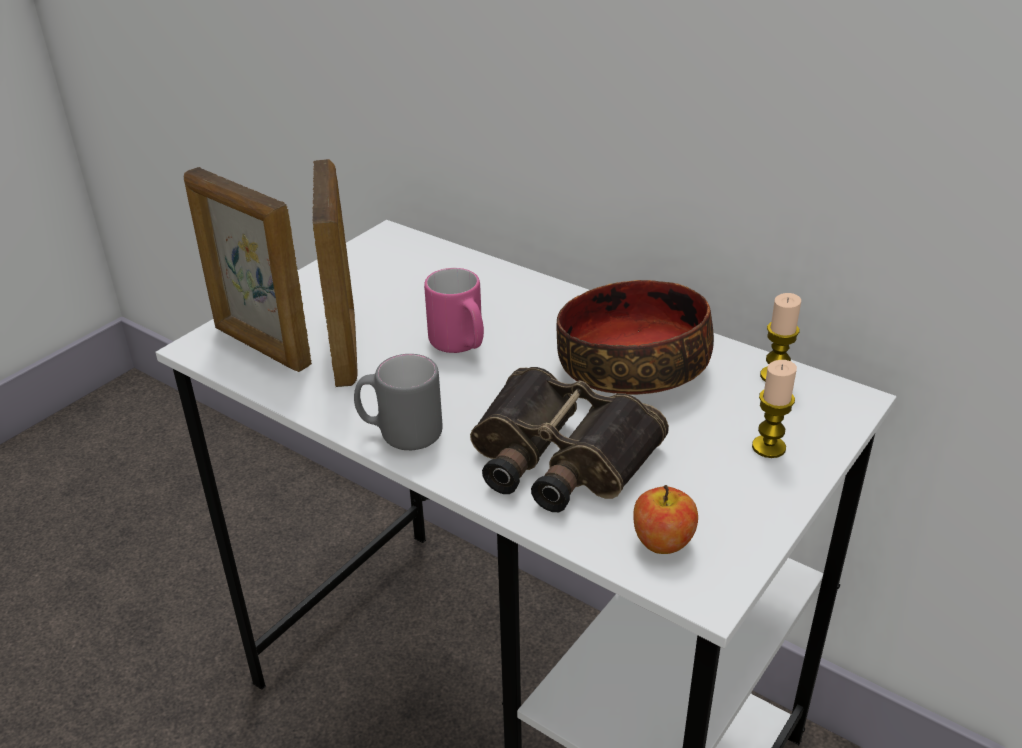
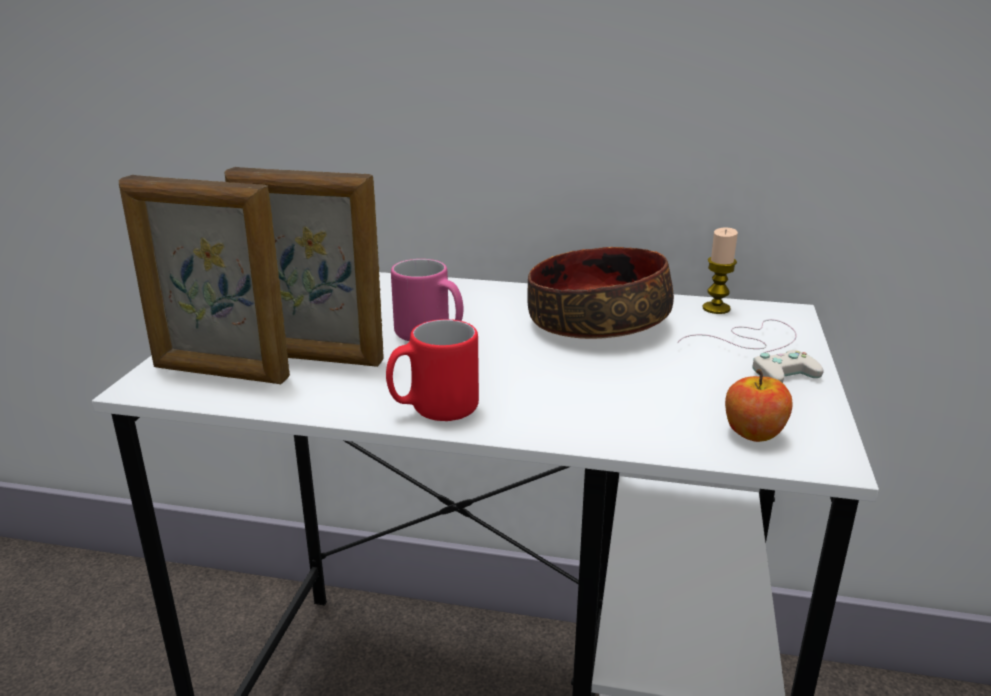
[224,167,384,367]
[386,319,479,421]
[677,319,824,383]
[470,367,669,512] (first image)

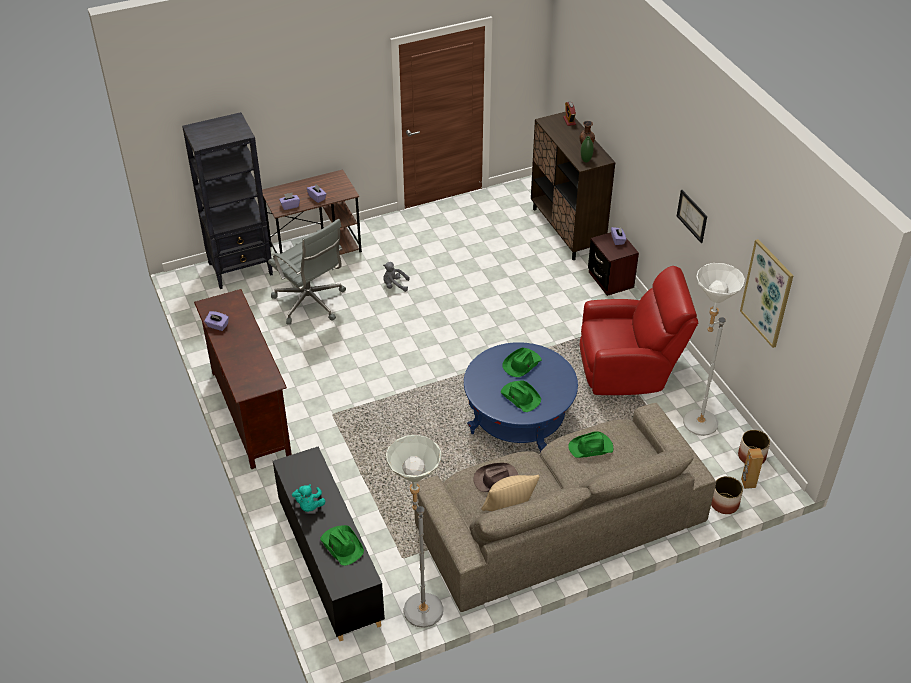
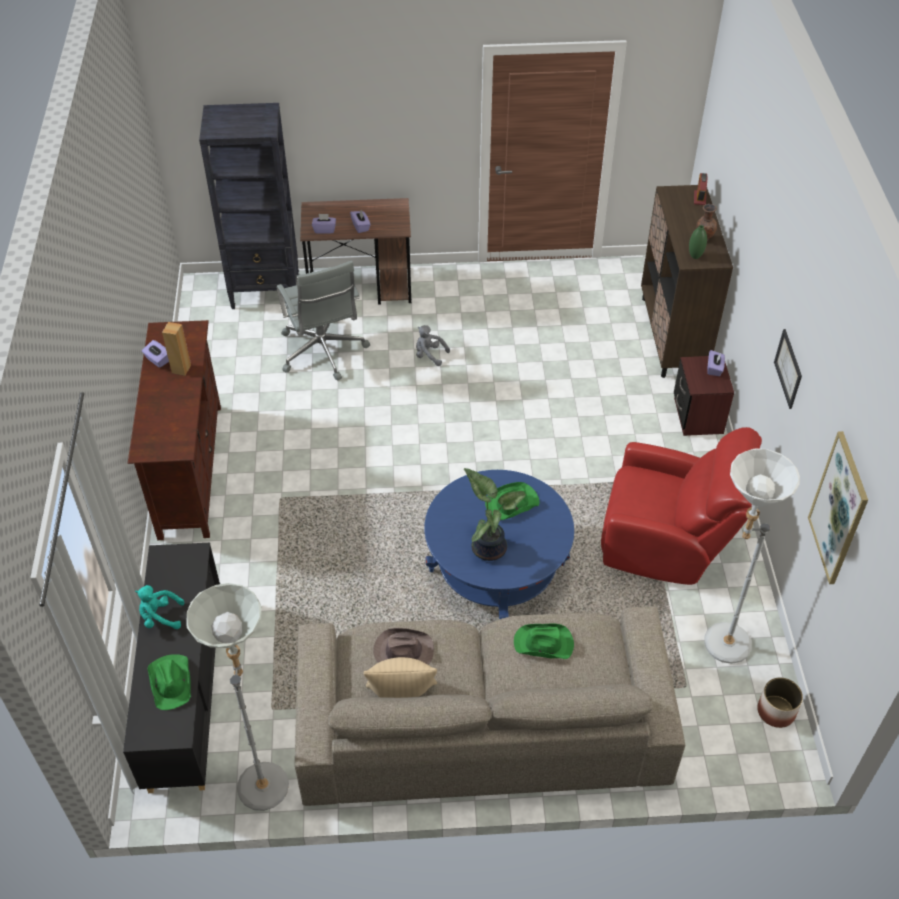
[135,585,185,629]
[162,322,191,376]
[464,468,527,561]
[711,476,743,514] (first image)

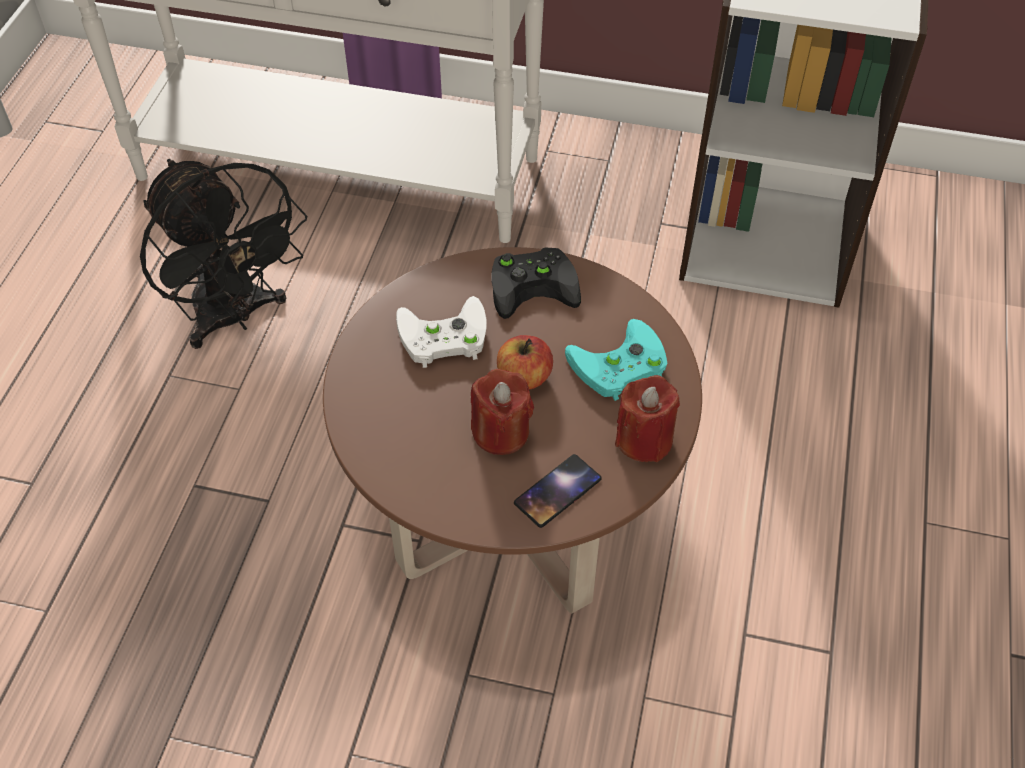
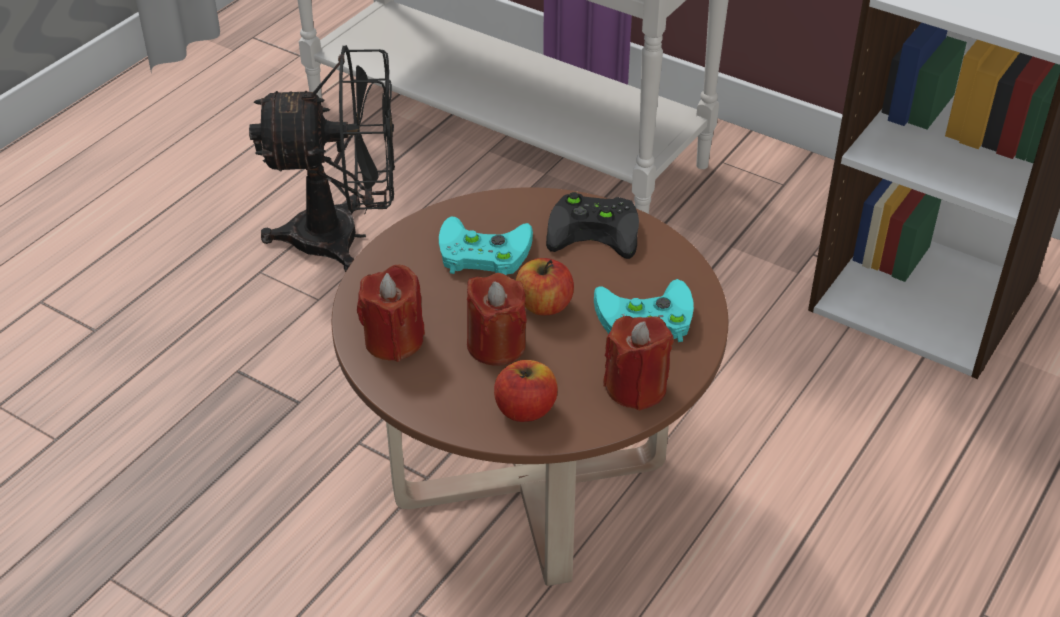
[249,45,395,272]
[357,265,425,362]
[439,217,533,276]
[494,360,558,422]

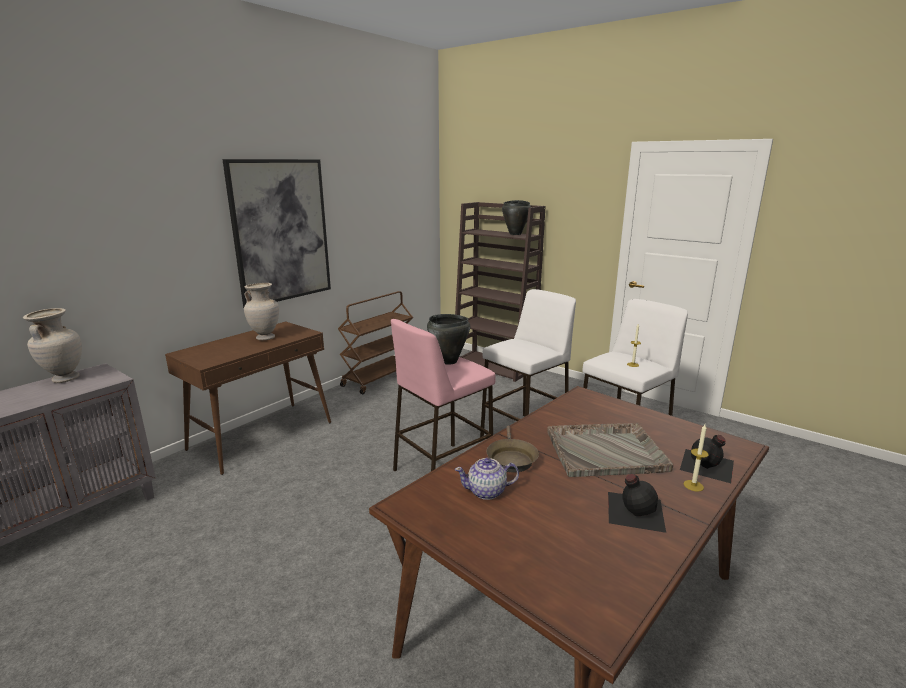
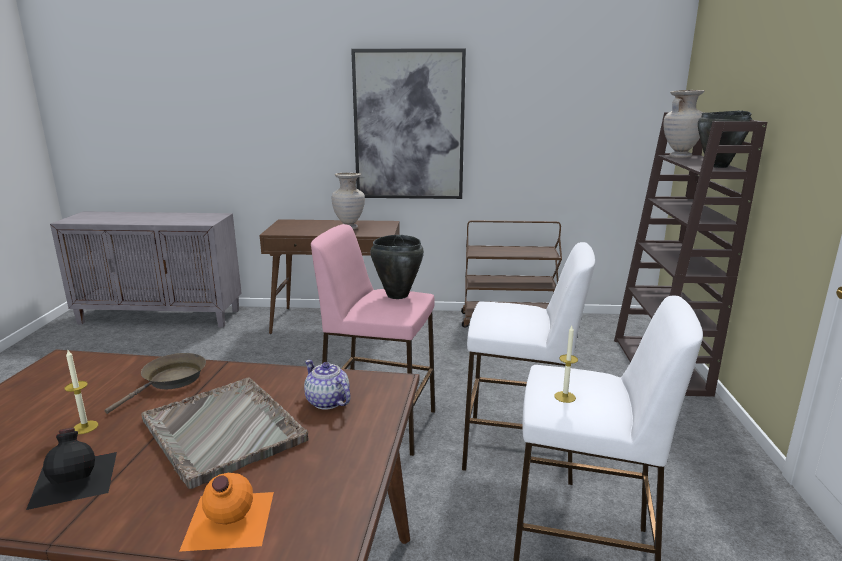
[65,350,98,434]
[104,353,206,414]
[179,473,274,552]
[304,360,351,410]
[664,90,705,158]

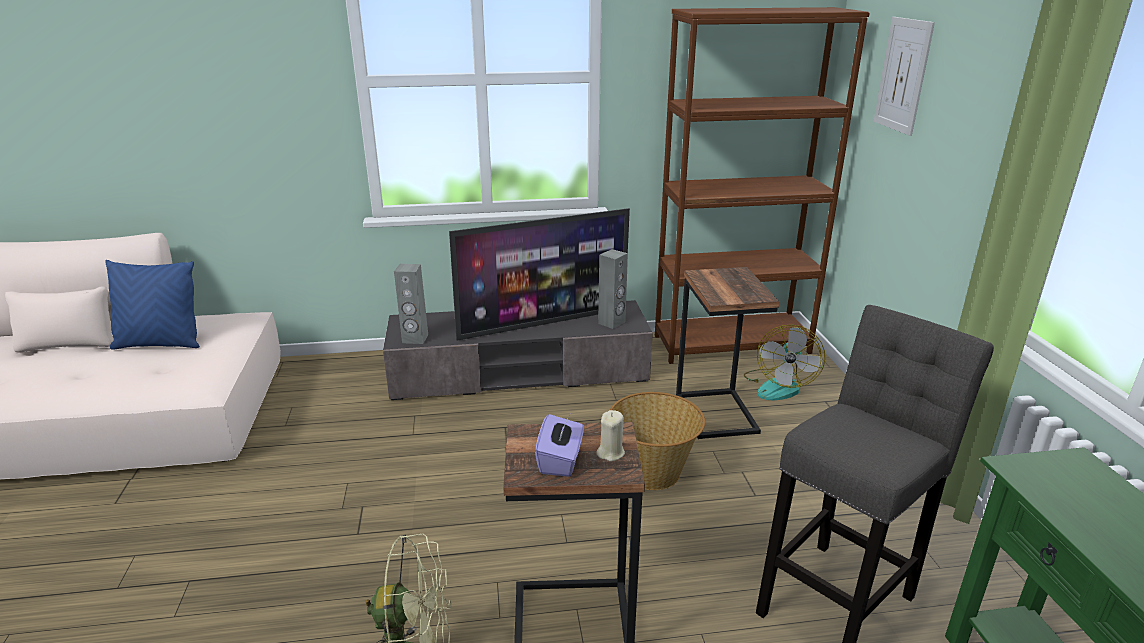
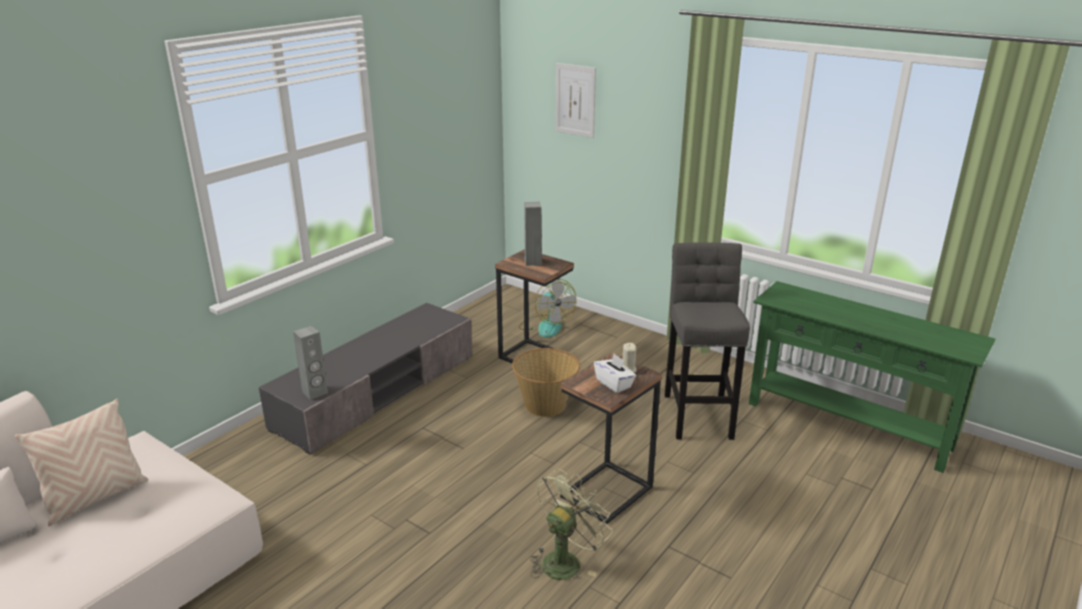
[15,399,148,526]
[524,202,542,266]
[594,354,636,393]
[449,208,630,340] (first image)
[655,7,870,364] (first image)

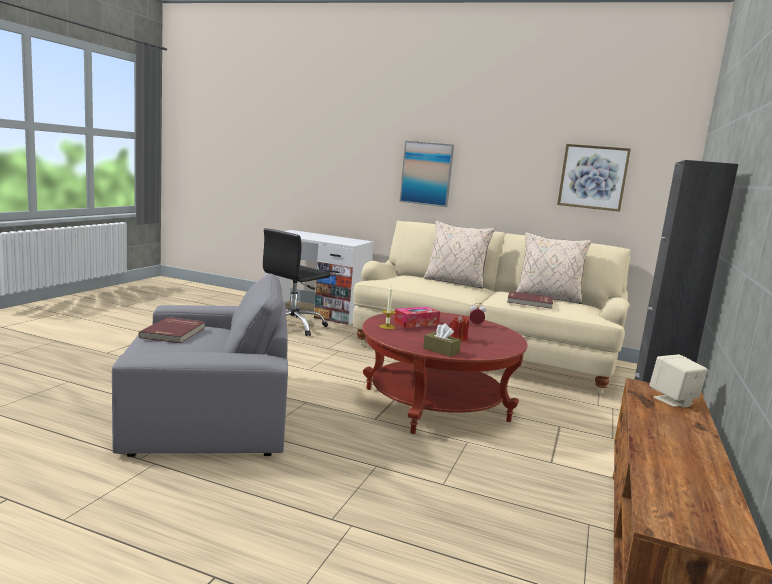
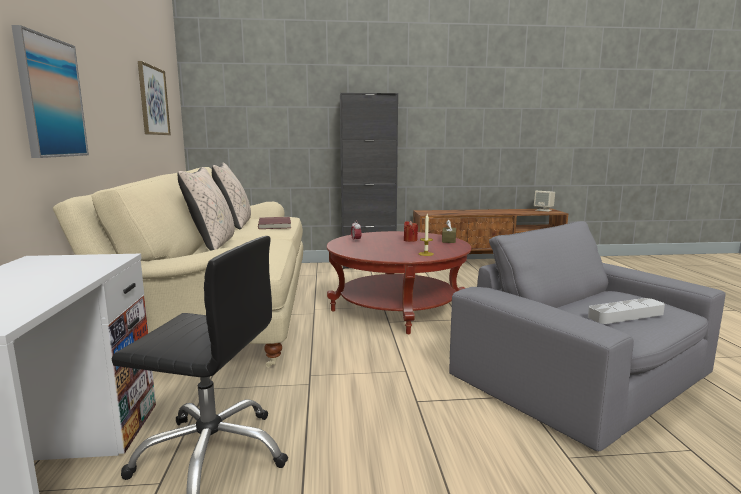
[534,191,555,212]
[588,298,665,324]
[394,307,440,328] (first image)

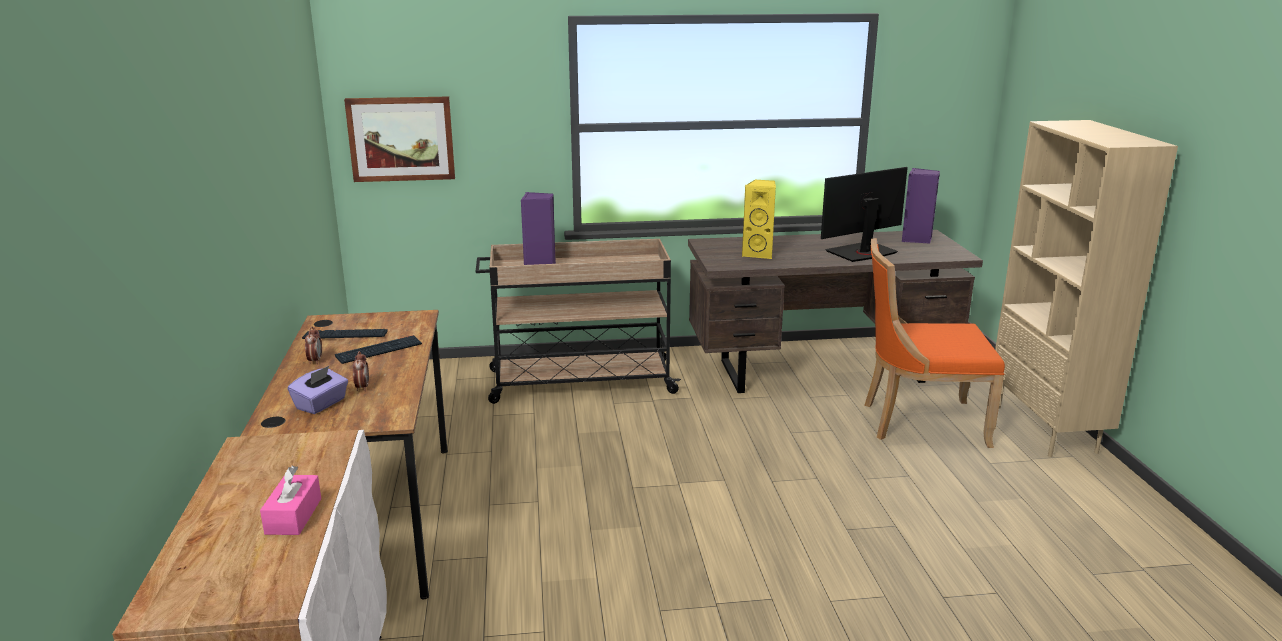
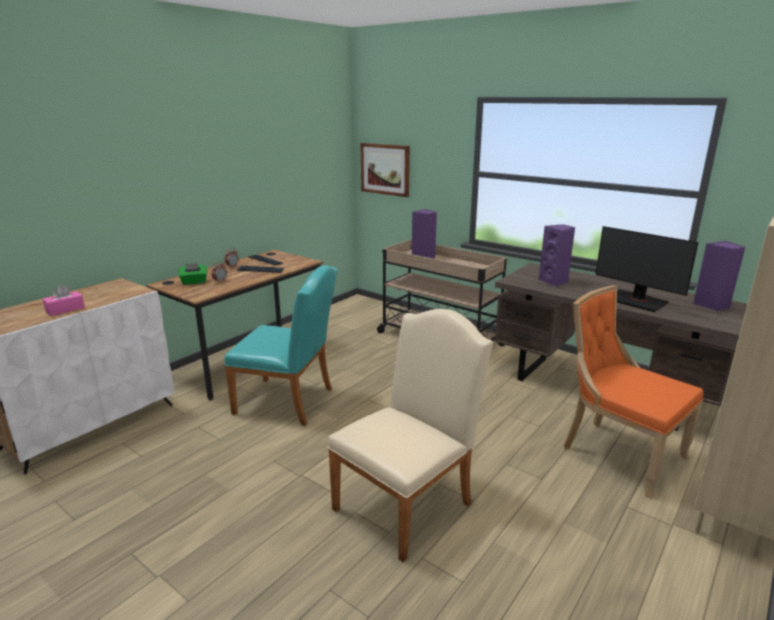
[179,263,207,285]
[224,266,338,426]
[327,309,493,562]
[539,224,575,287]
[596,226,699,312]

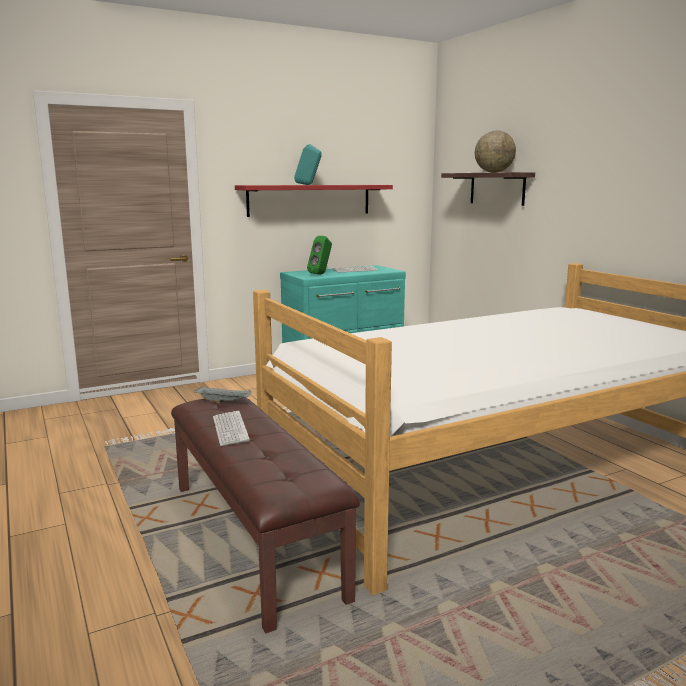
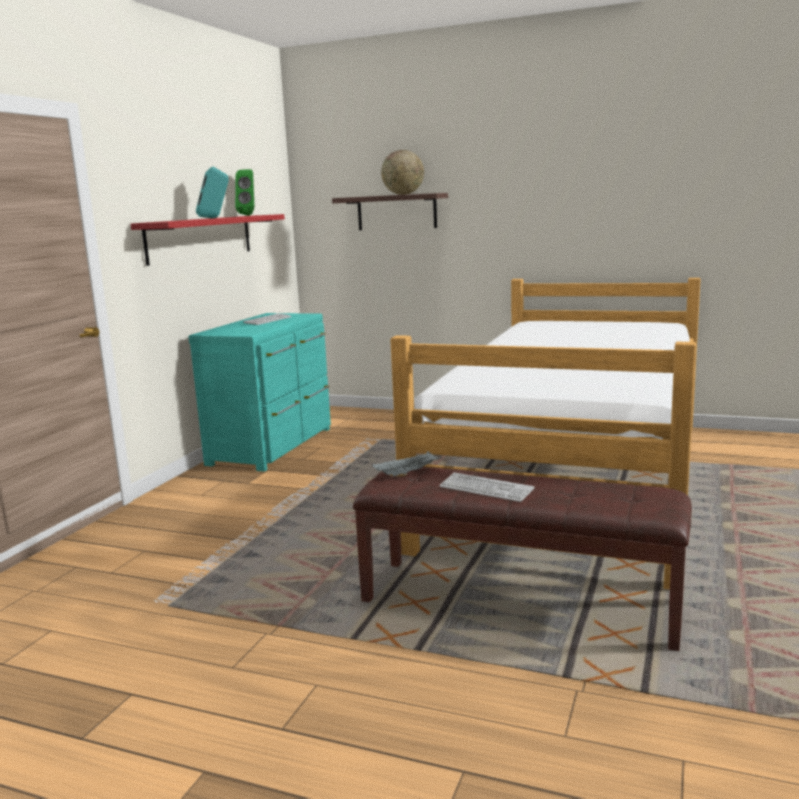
[235,169,254,216]

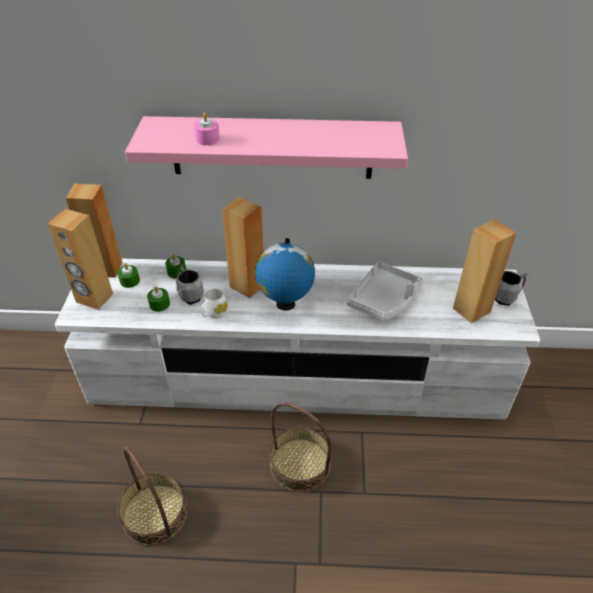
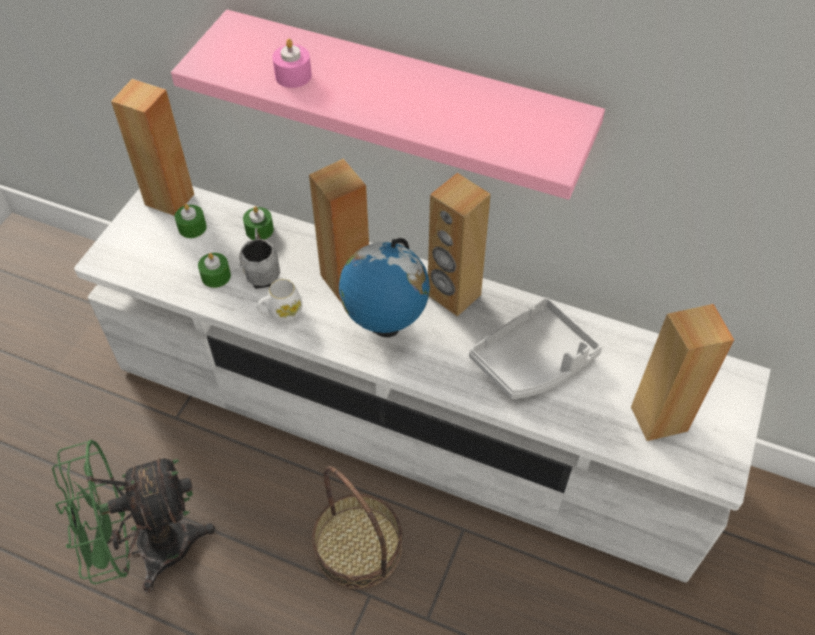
[52,440,216,593]
[428,173,491,317]
[495,271,528,306] (first image)

